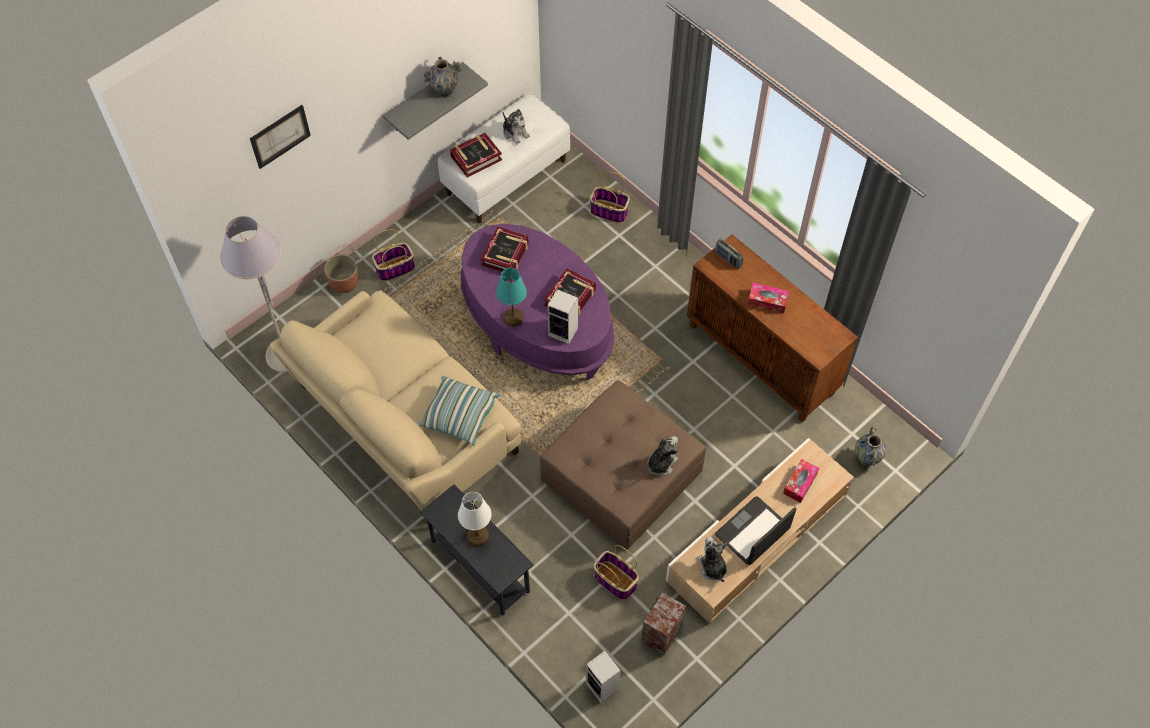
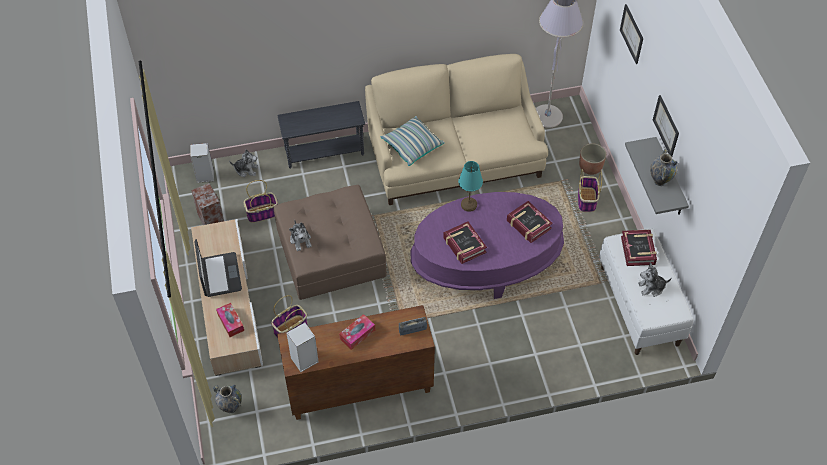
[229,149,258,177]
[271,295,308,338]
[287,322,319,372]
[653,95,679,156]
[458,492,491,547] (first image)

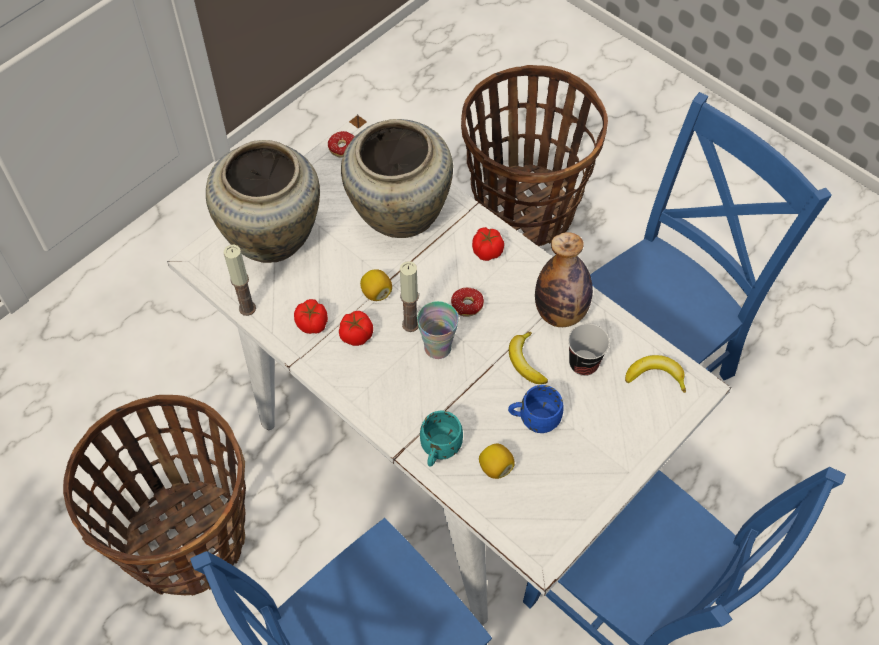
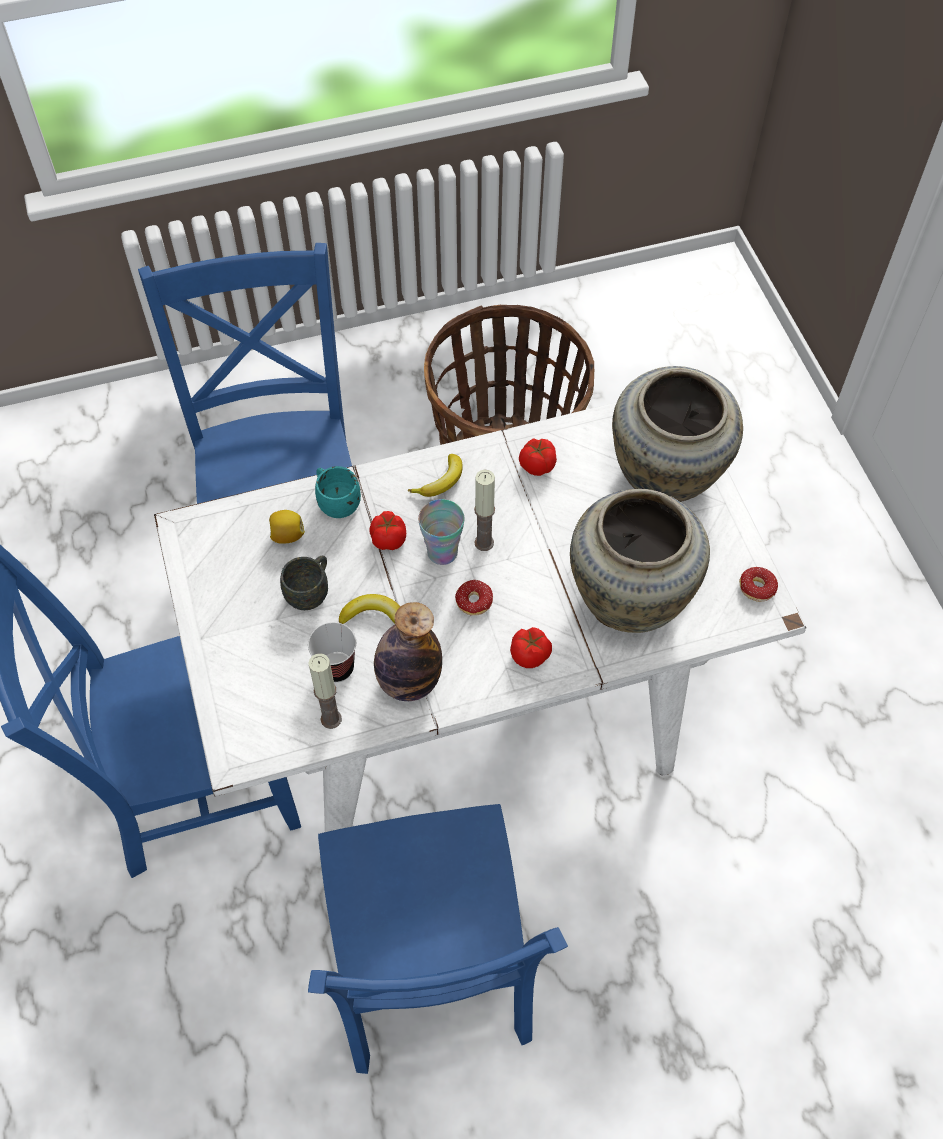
[280,556,328,610]
[308,654,342,729]
[369,511,406,550]
[408,454,463,497]
[360,269,392,301] (first image)
[461,65,608,246] (first image)

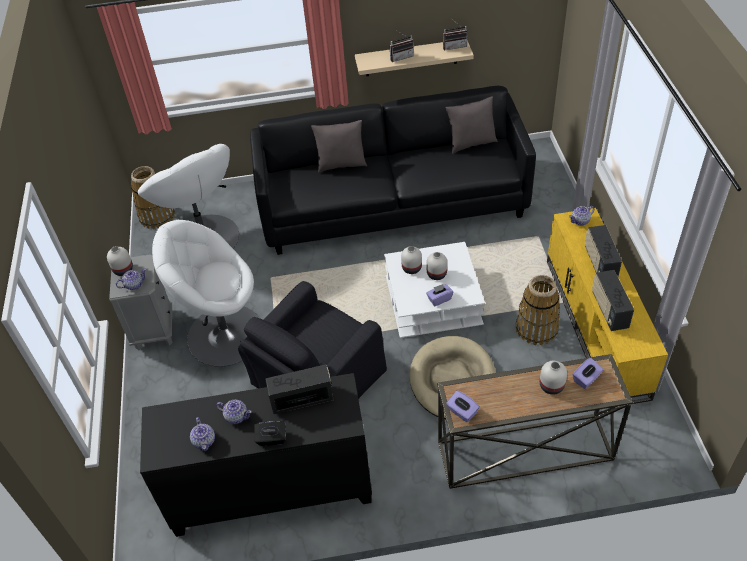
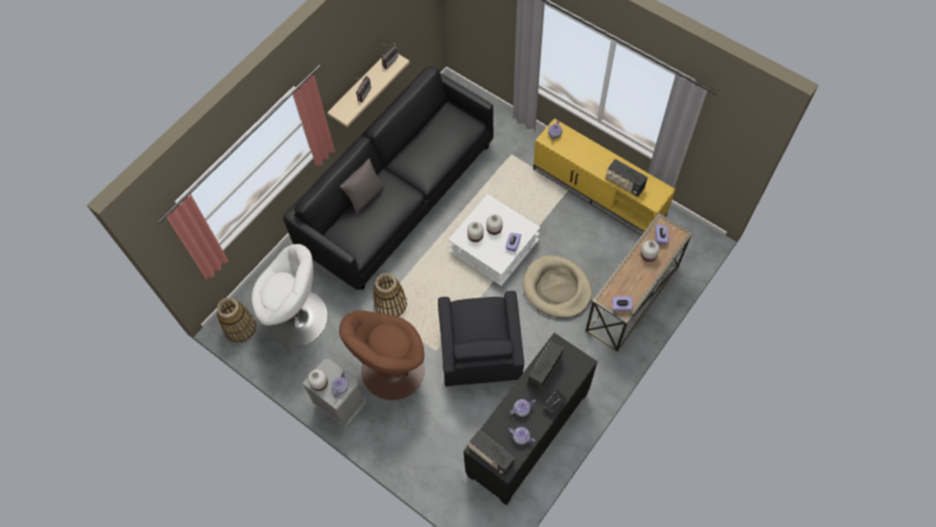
[339,310,425,400]
[373,273,407,317]
[468,430,515,476]
[445,96,498,154] (first image)

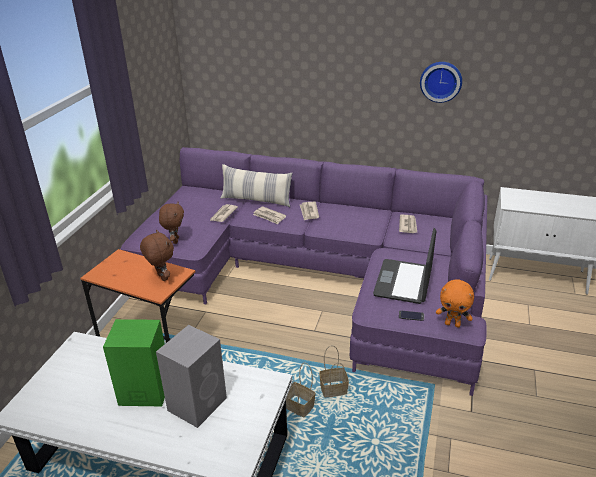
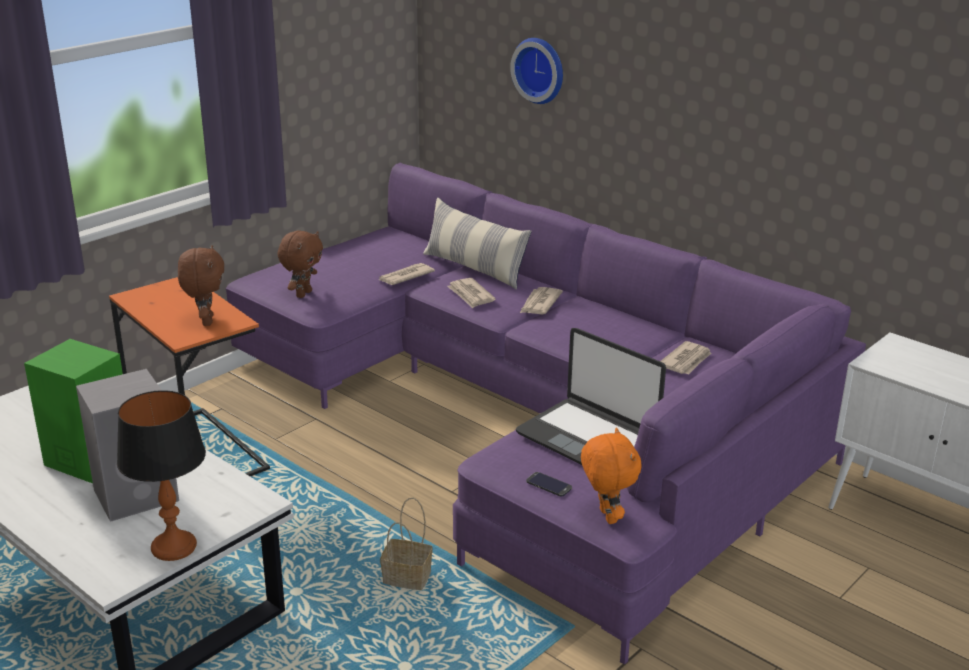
[117,390,206,561]
[510,38,563,104]
[516,328,666,465]
[581,427,642,524]
[286,362,315,417] (first image)

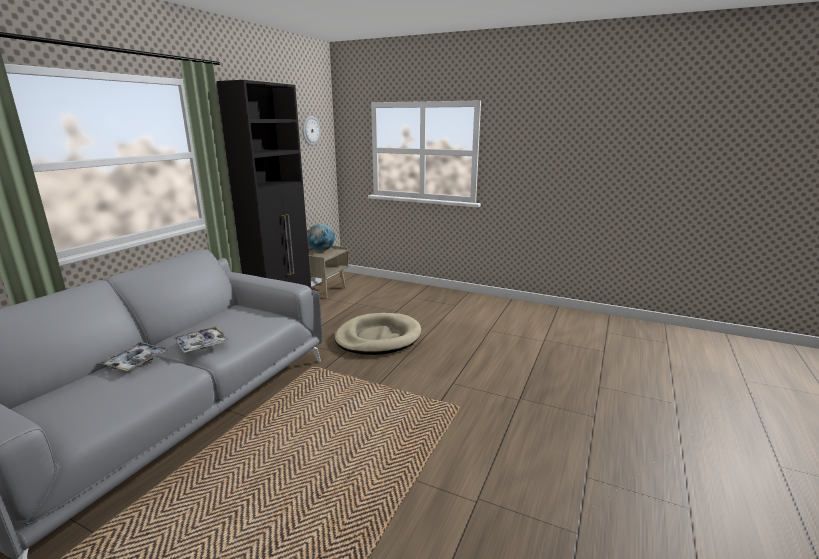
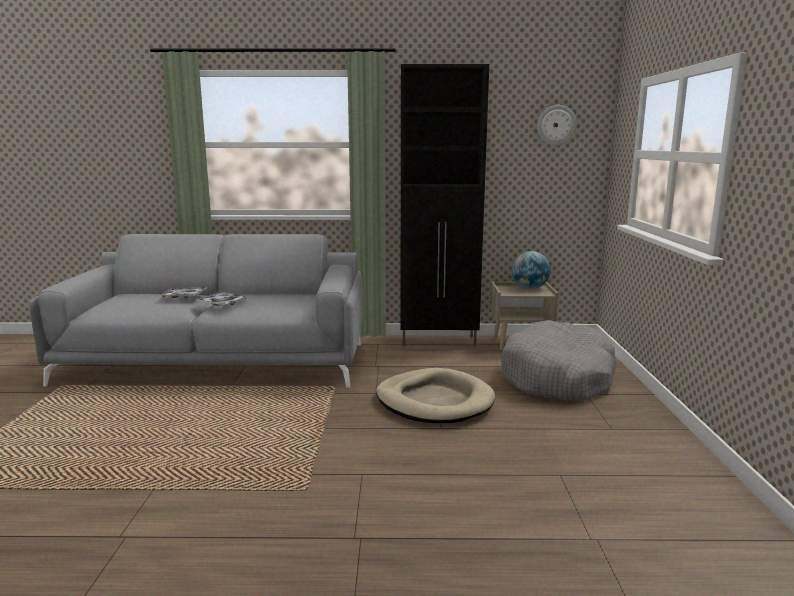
[501,320,616,401]

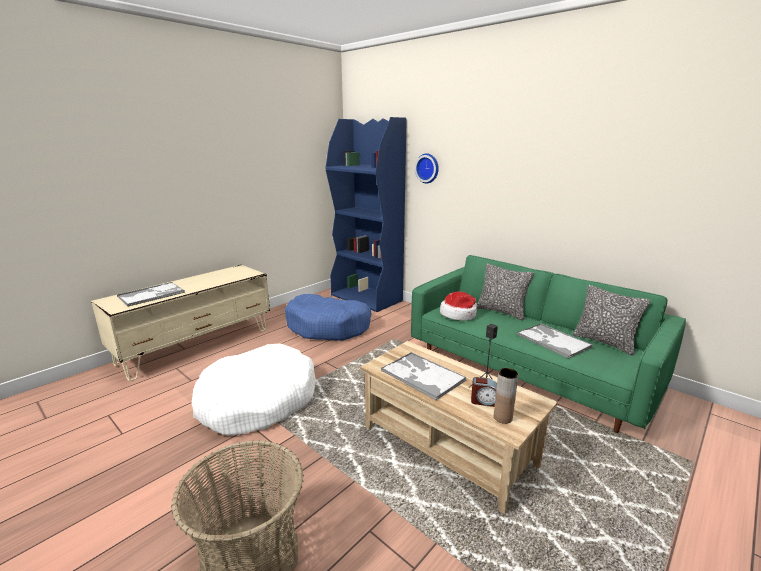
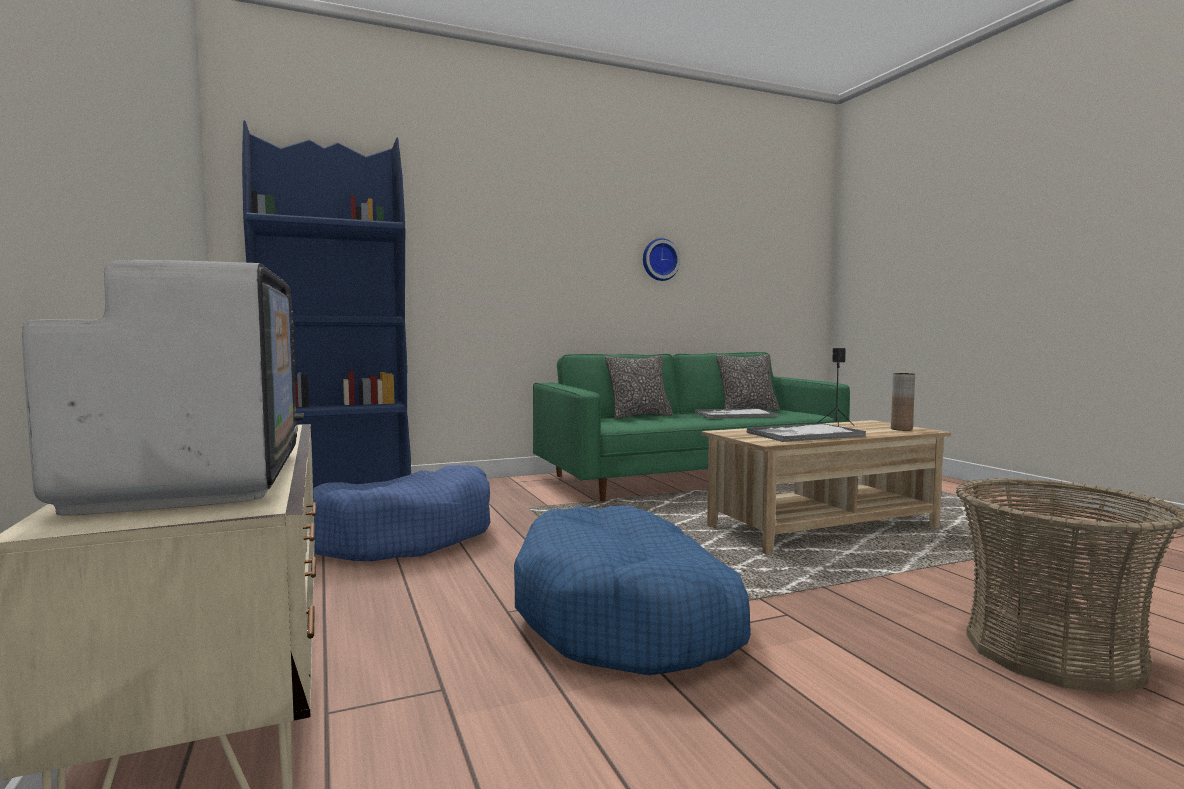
[22,260,304,515]
[514,505,751,675]
[643,238,680,281]
[440,292,477,321] (first image)
[471,377,497,407] (first image)

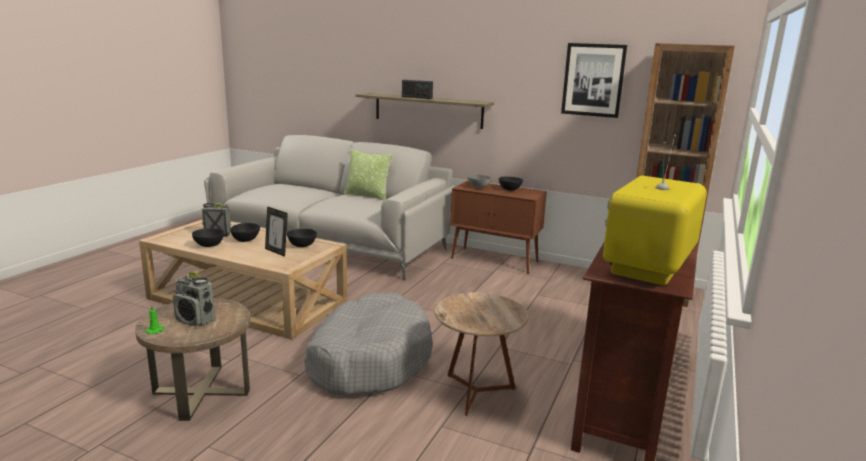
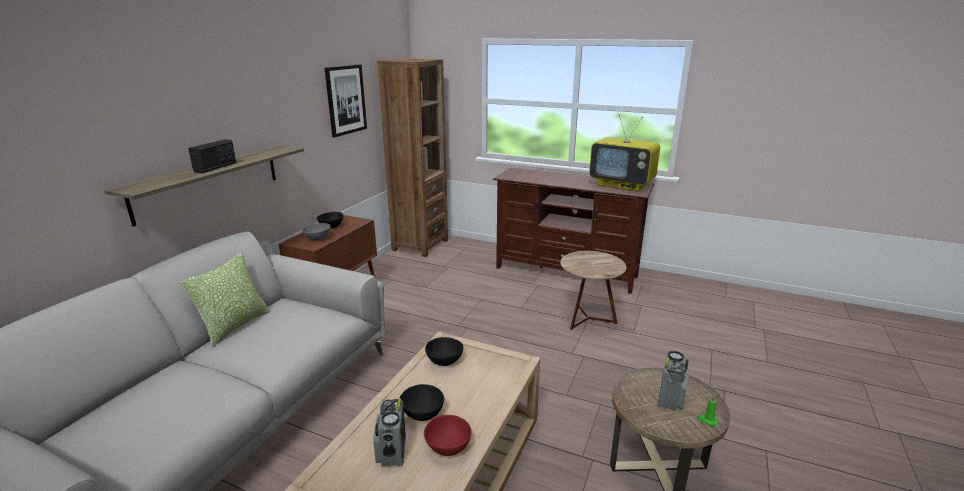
[424,415,472,456]
[265,206,288,257] (first image)
[304,293,433,396] (first image)

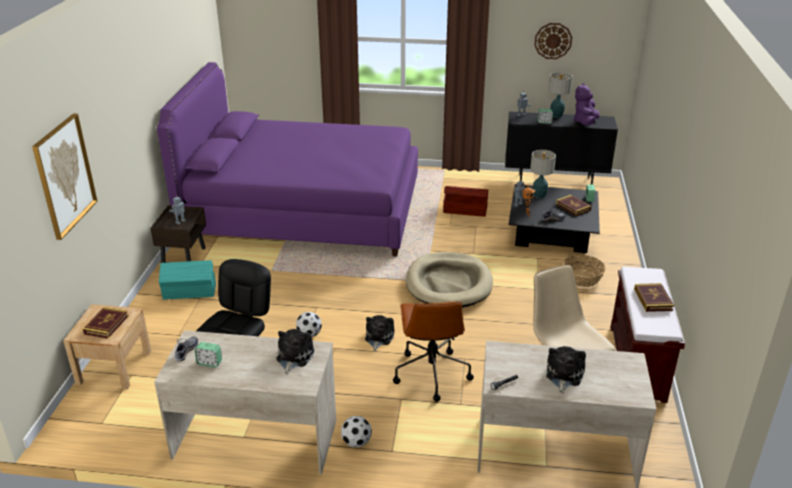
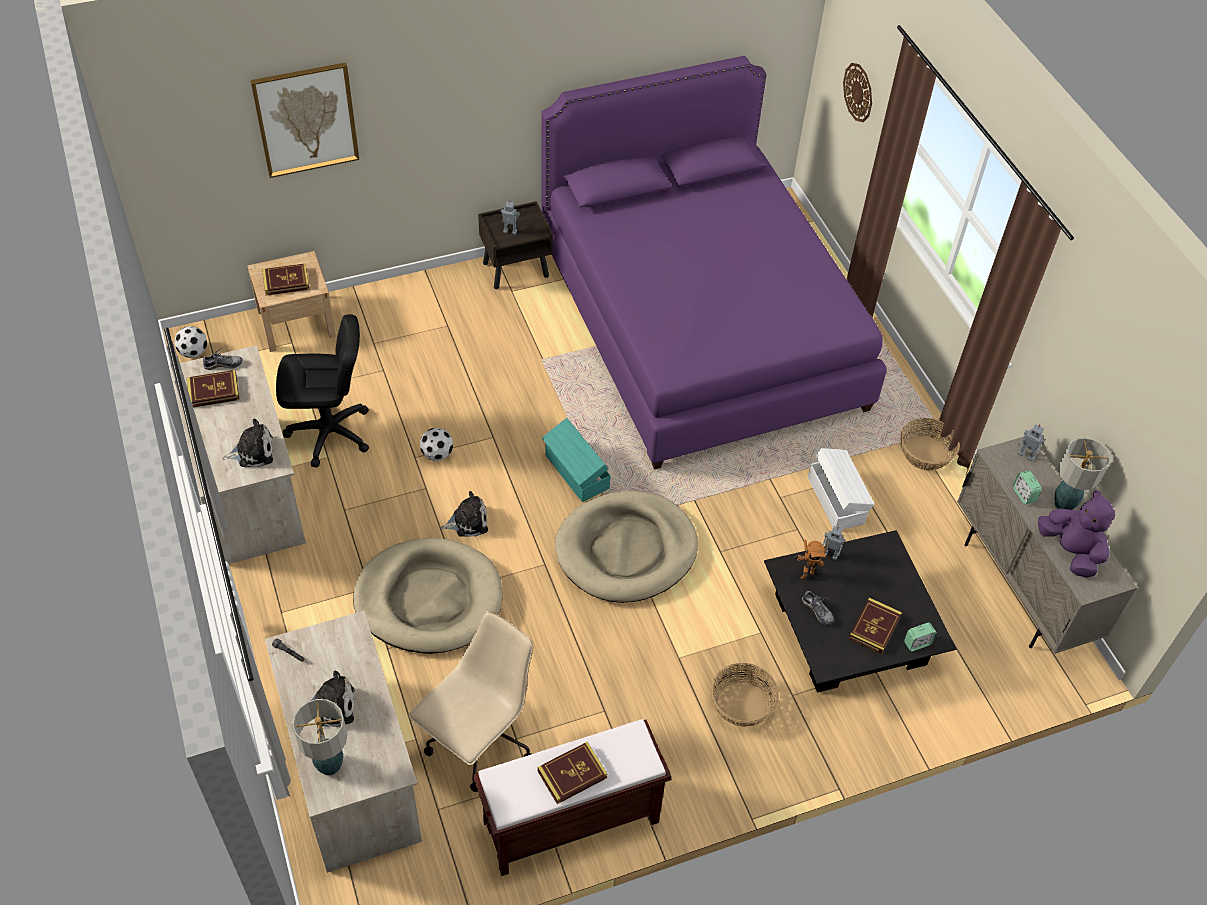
[174,326,207,358]
[187,370,240,408]
[293,699,347,775]
[353,538,503,654]
[542,418,610,502]
[808,448,875,529]
[843,63,872,122]
[900,418,960,471]
[957,437,1137,654]
[1038,490,1115,578]

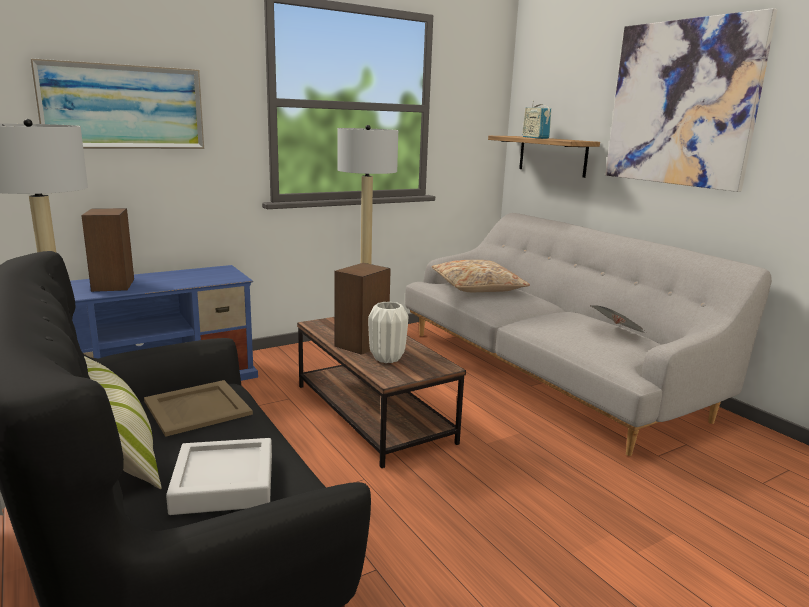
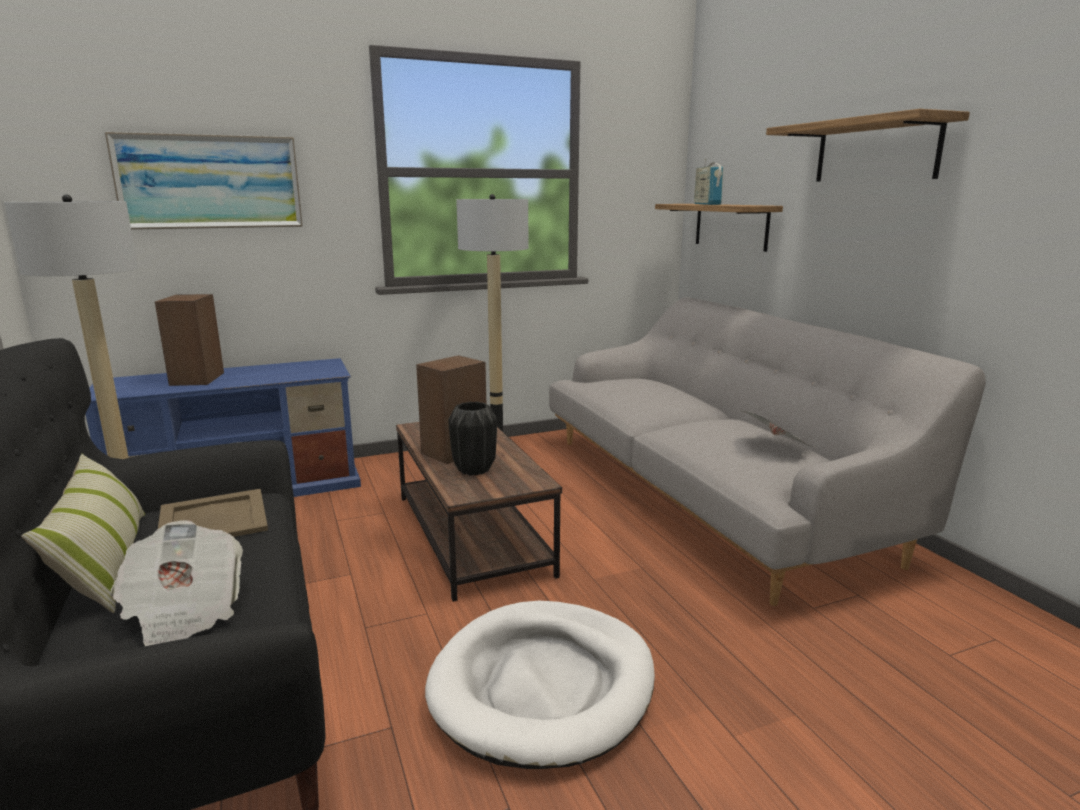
[111,520,243,646]
[425,601,655,769]
[448,402,497,475]
[766,109,970,181]
[431,260,530,292] (first image)

